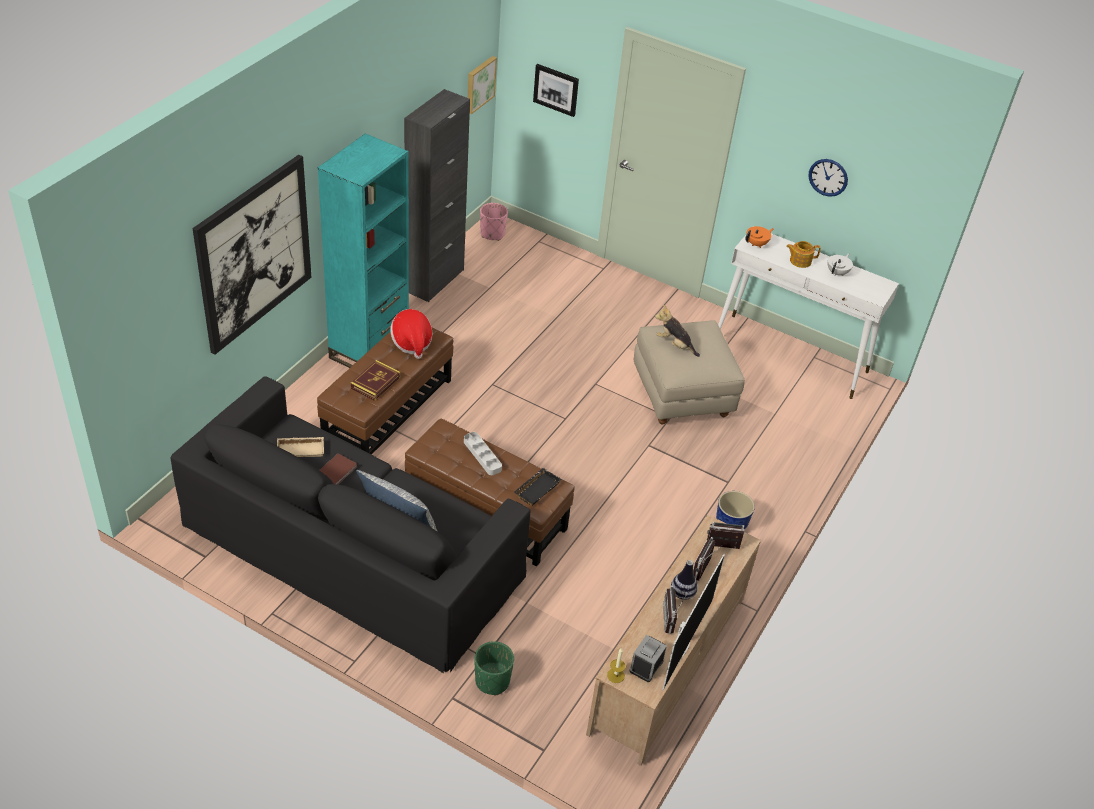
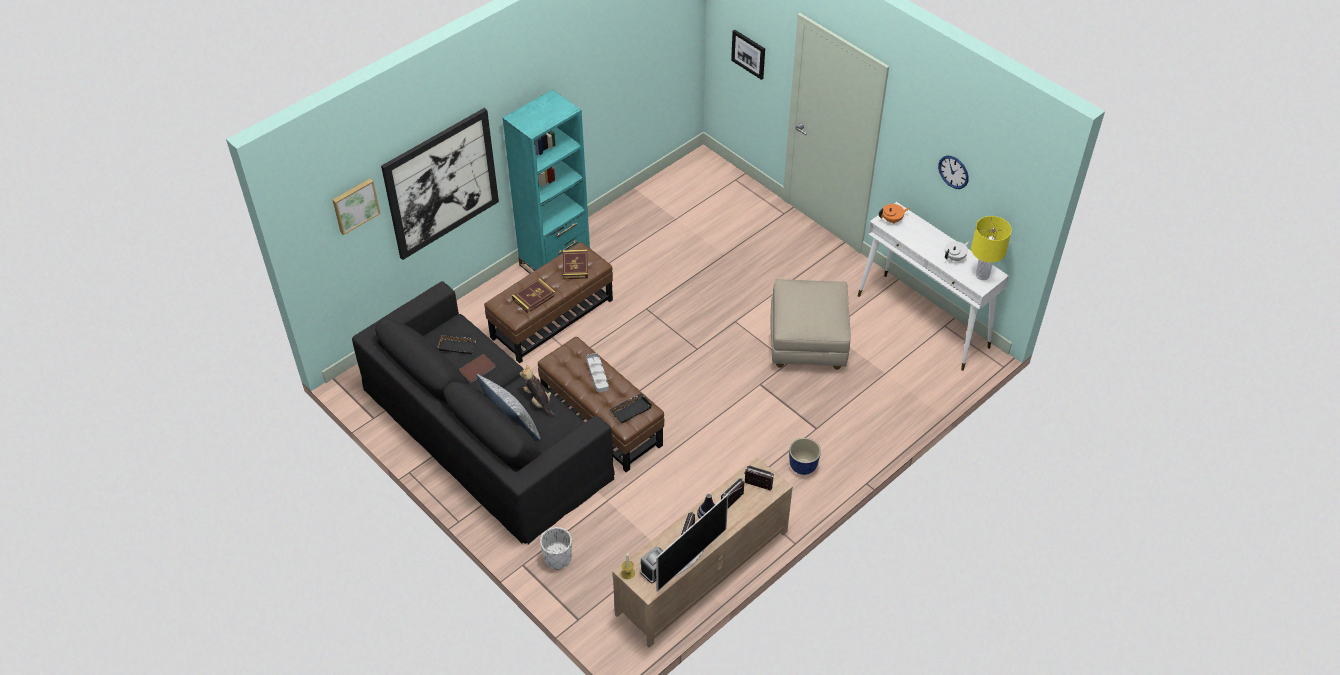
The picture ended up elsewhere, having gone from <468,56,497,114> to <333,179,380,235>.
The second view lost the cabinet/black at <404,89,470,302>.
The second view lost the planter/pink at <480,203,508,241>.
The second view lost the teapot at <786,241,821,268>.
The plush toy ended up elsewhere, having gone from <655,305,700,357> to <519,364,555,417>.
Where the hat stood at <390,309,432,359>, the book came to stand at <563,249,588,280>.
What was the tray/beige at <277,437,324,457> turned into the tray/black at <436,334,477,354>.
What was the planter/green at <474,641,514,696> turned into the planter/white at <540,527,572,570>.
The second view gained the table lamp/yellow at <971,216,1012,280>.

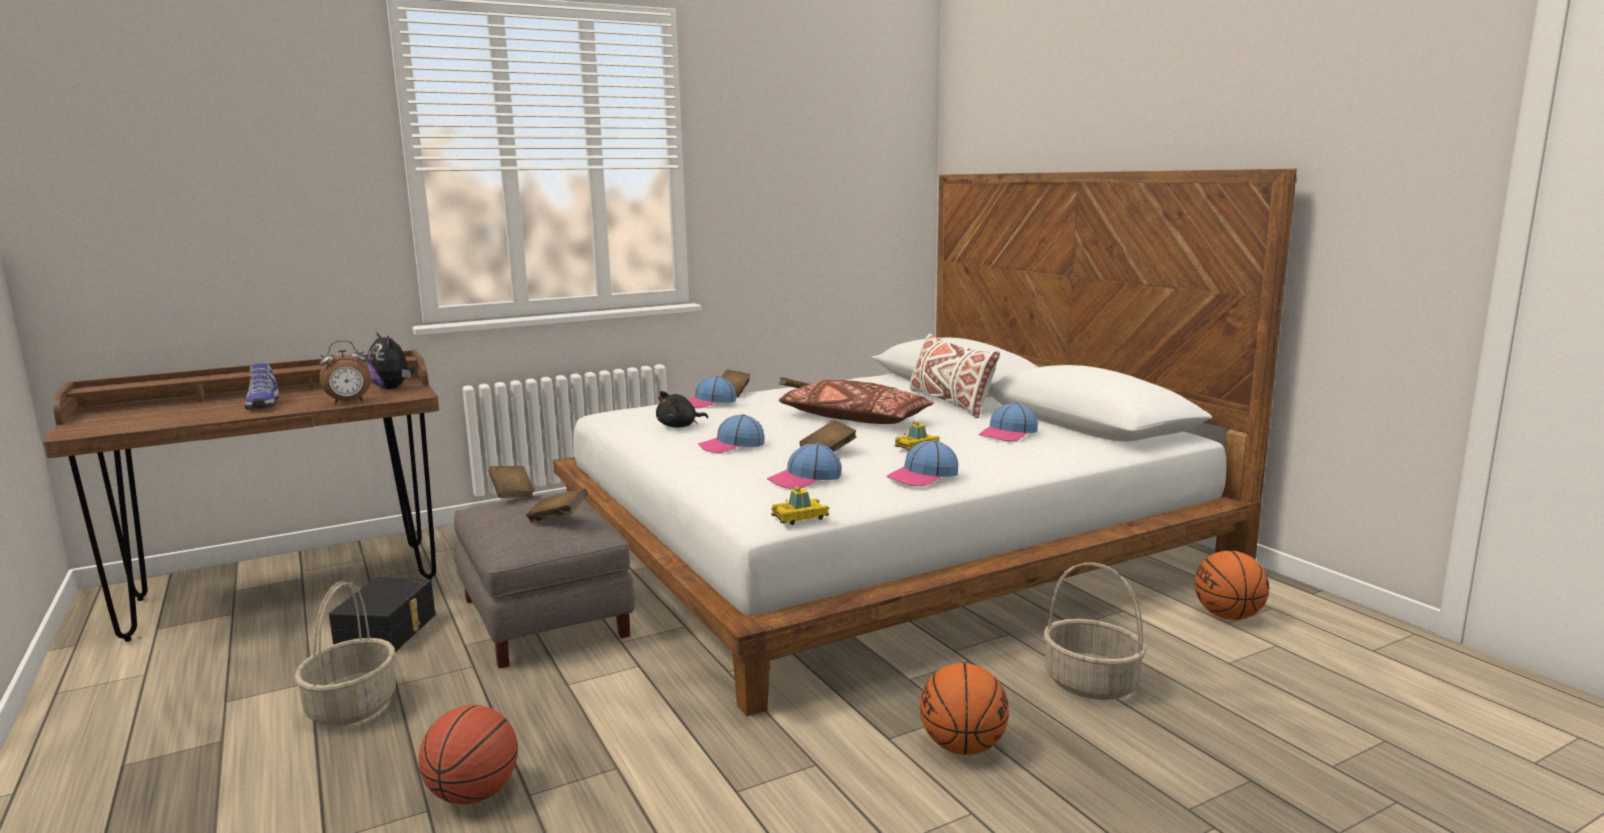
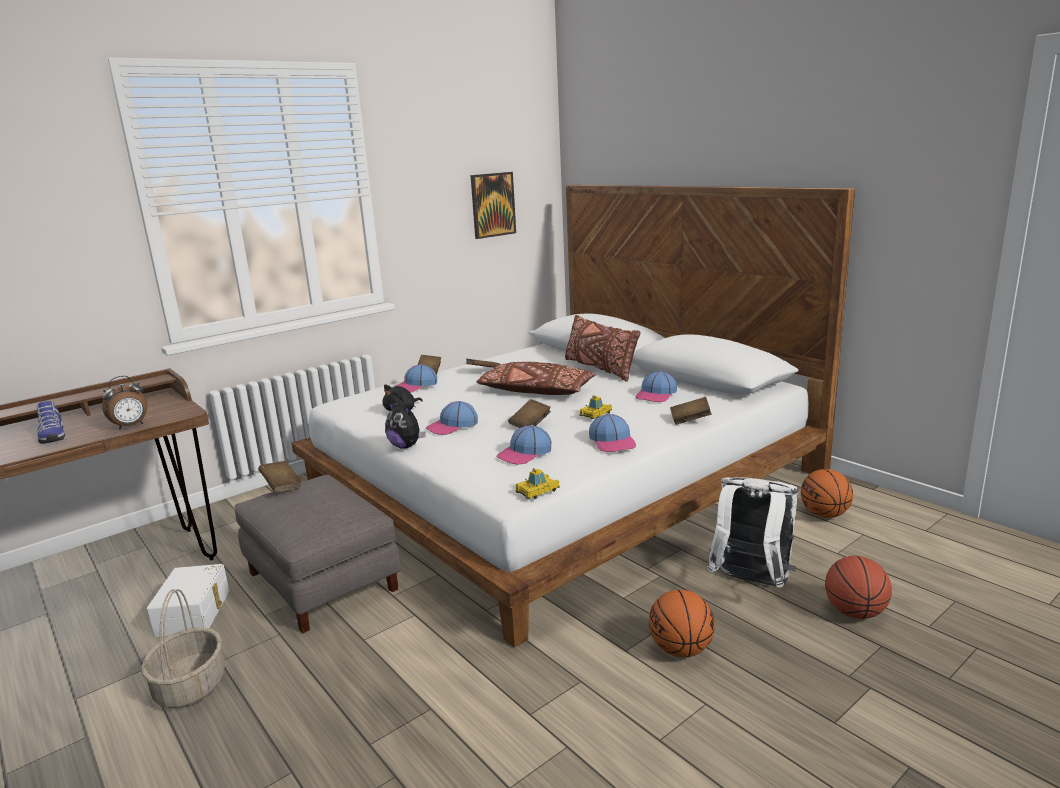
The plush toy ended up elsewhere, having gone from <367,332,415,389> to <385,402,426,449>.
What was the pillow/white at <909,334,1000,418> turned into the pillow/brown at <565,315,641,382>.
The cap at <887,440,958,486> ended up facing another way, 60 degrees counterclockwise from before.
The book/brown ended up elsewhere, having gone from <526,488,588,523> to <670,397,712,425>.
Where the basket stood at <1043,562,1147,700>, the backpack/white came to stand at <707,477,798,587>.
What was the storage box/black at <329,578,435,652> turned into the storage box/white at <147,564,229,637>.
The basketball ended up elsewhere, having gone from <419,705,518,805> to <825,556,892,619>.
The second view gained the picture at <471,172,516,239>.

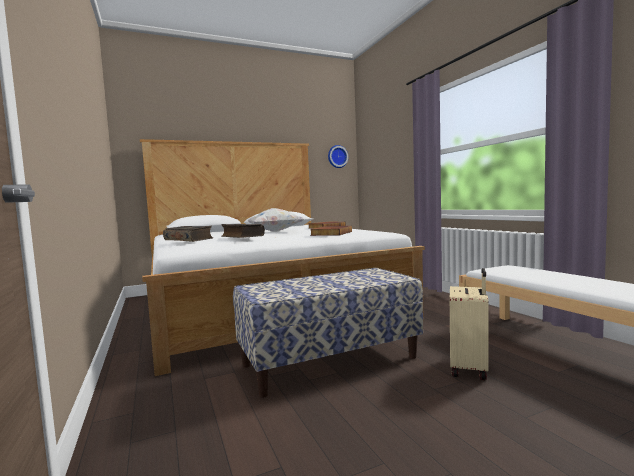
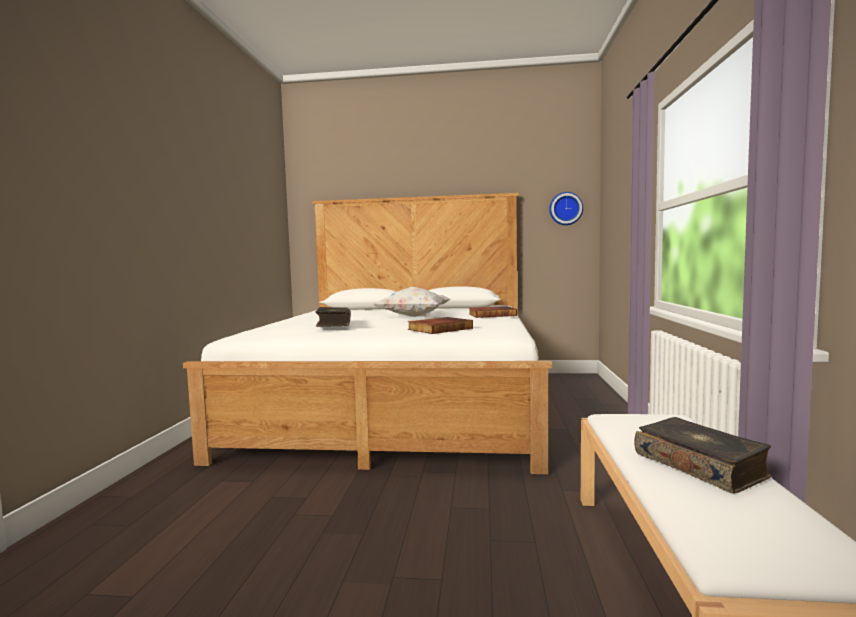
The book ended up elsewhere, having gone from <163,226,213,242> to <635,417,771,494>.
The second view lost the bench at <233,268,423,398>.
The second view lost the suitcase/beige at <450,268,488,380>.

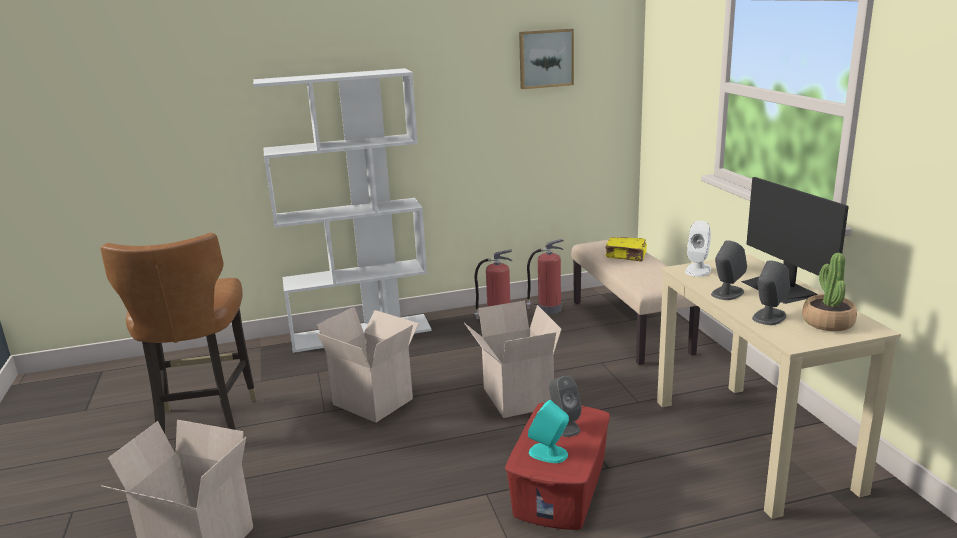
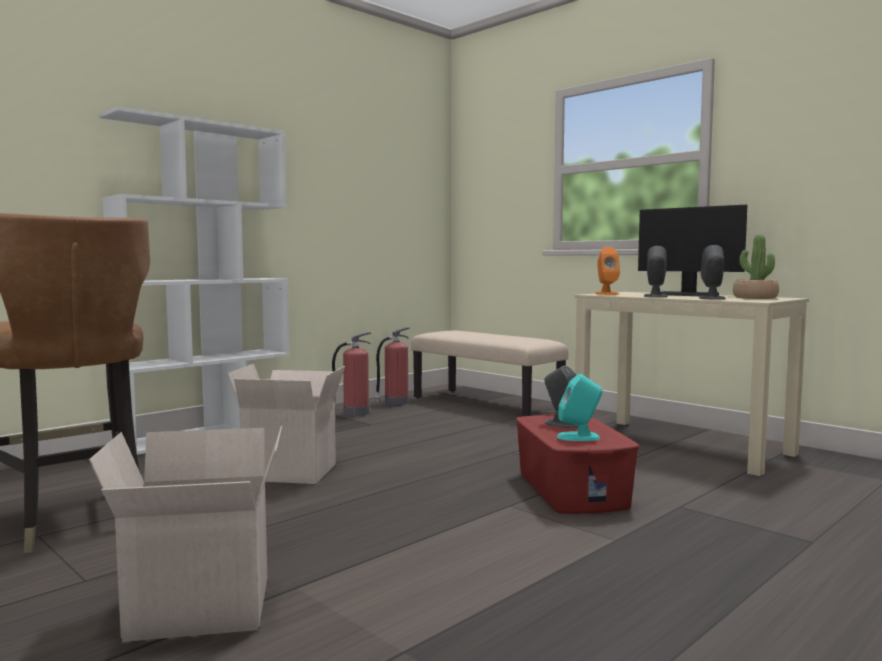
The second view lost the picture at <519,29,574,89>.
What was the speaker/white at <685,221,711,277> turned into the speaker/orange at <595,247,620,295>.
The second view lost the book/yellow at <605,237,647,261>.
The second view lost the cardboard box at <464,300,562,418>.

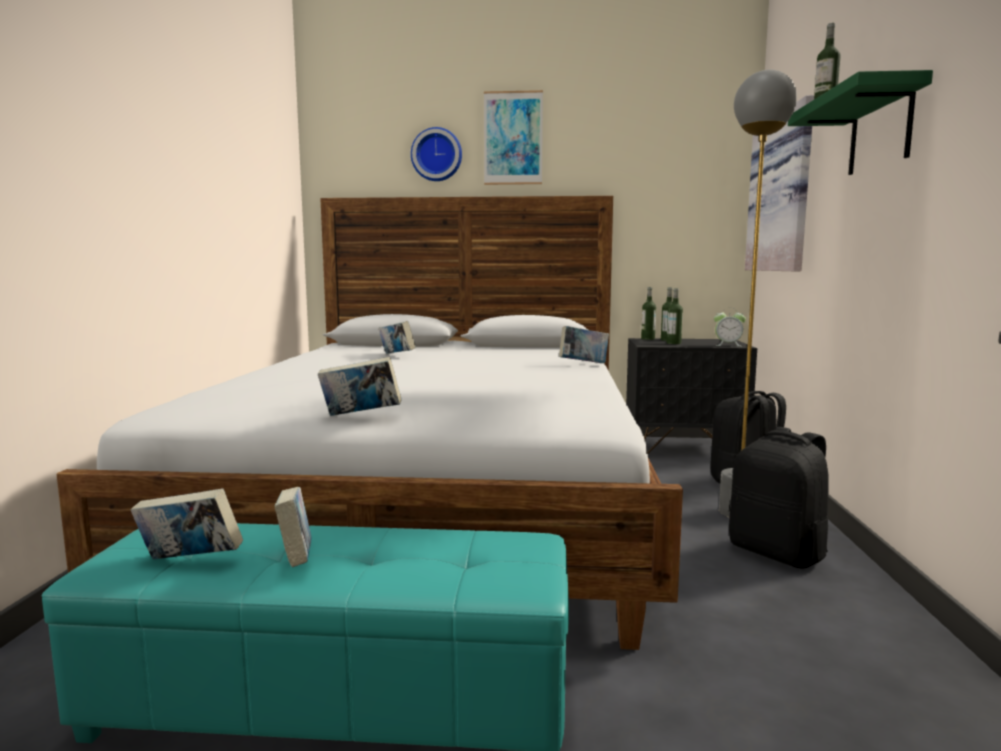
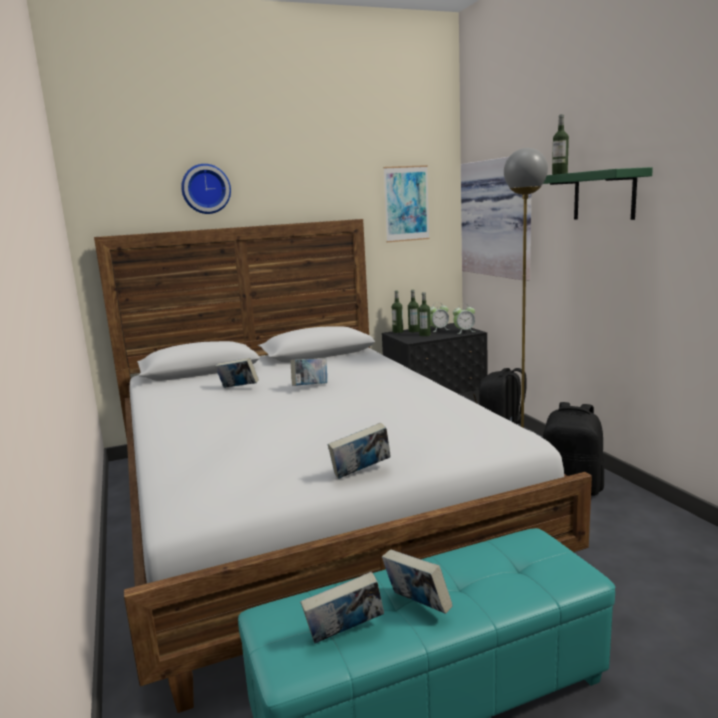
The picture ended up elsewhere, having gone from <484,90,543,185> to <383,165,430,242>.
The book ended up elsewhere, having gone from <559,326,609,363> to <291,358,327,386>.
The second view gained the alarm clock at <430,302,450,332>.

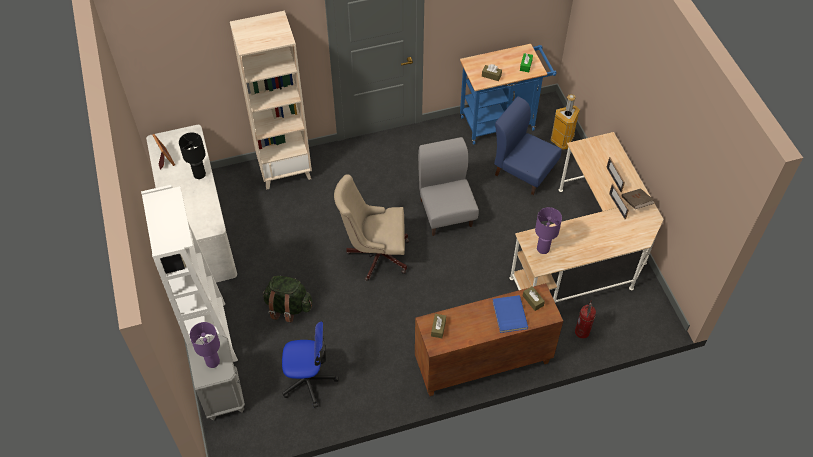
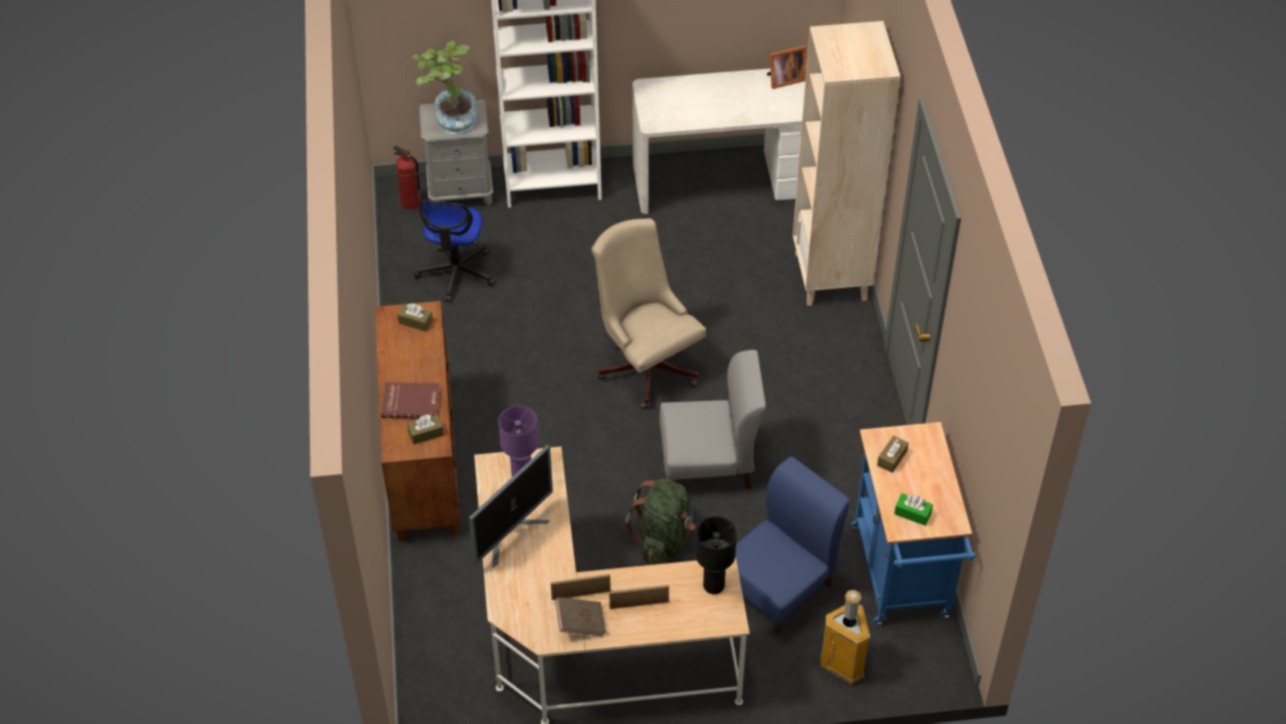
The table lamp/black ended up elsewhere, having gone from <179,132,206,179> to <696,516,737,594>.
The office chair/beige at <334,174,409,281> ended up facing another way, 45 degrees counterclockwise from before.
The backpack/green ended up elsewhere, having gone from <262,276,312,322> to <624,479,695,564>.
What was the book/blue at <493,295,528,333> turned into the book/red at <381,382,441,419>.
The fire extinguisher ended up elsewhere, having gone from <575,301,596,339> to <393,146,421,210>.
Where the table lamp/purple stood at <190,322,220,368>, the potted plant came to stand at <412,40,477,134>.
The second view gained the monitor at <469,445,553,568>.

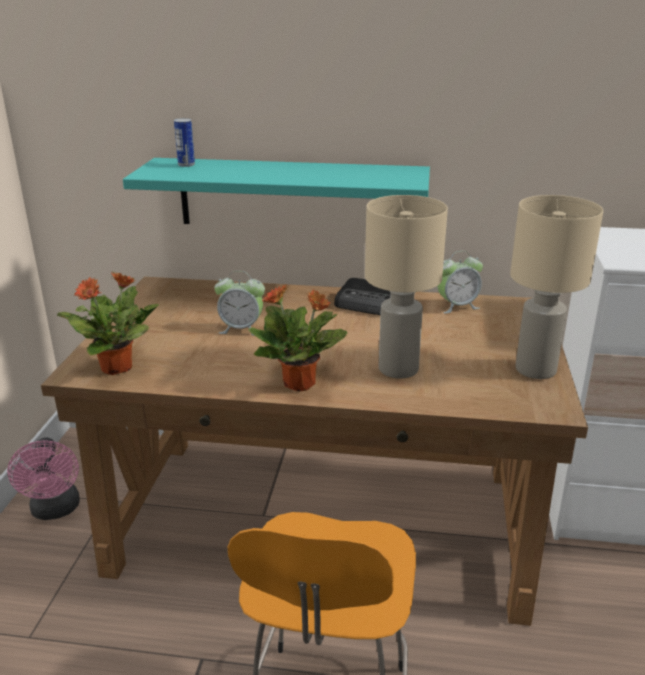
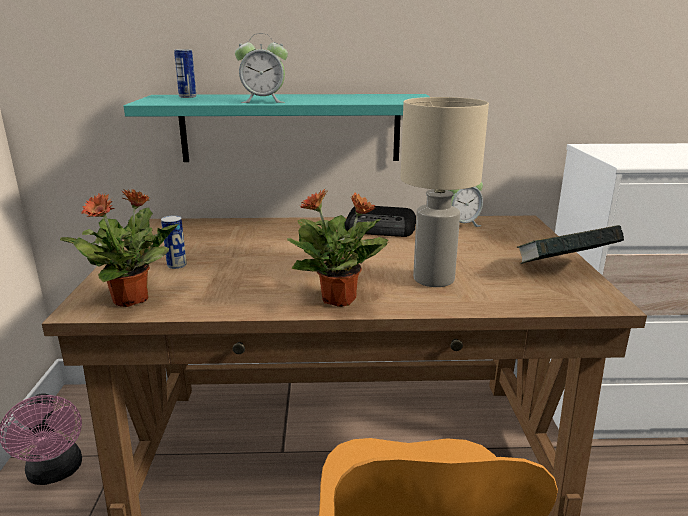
Where the table lamp/beige stood at <510,195,603,379>, the book came to stand at <517,225,624,264>.
The alarm clock ended up elsewhere, having gone from <214,271,265,336> to <235,34,288,103>.
The second view gained the can at <161,215,187,269>.

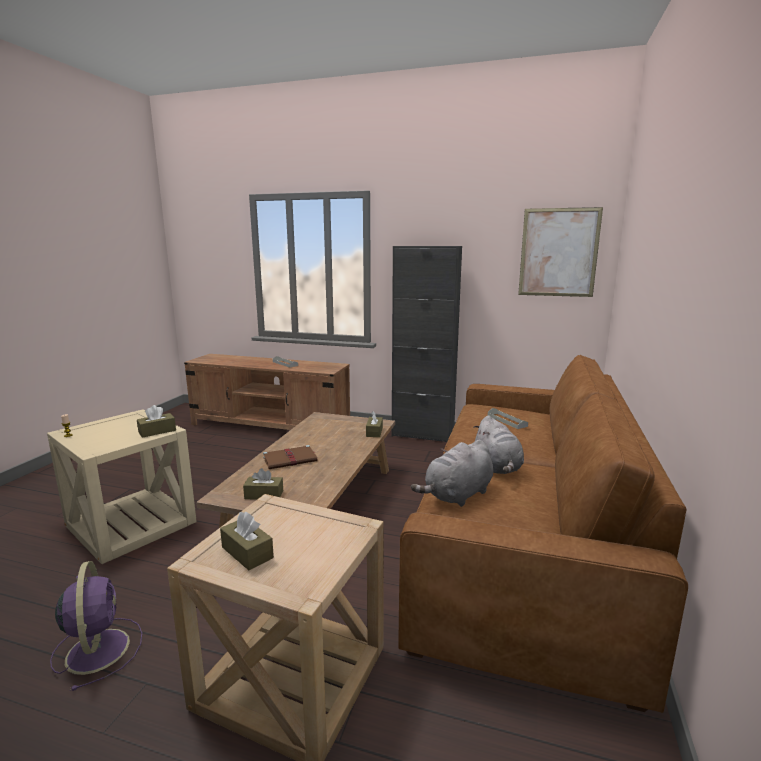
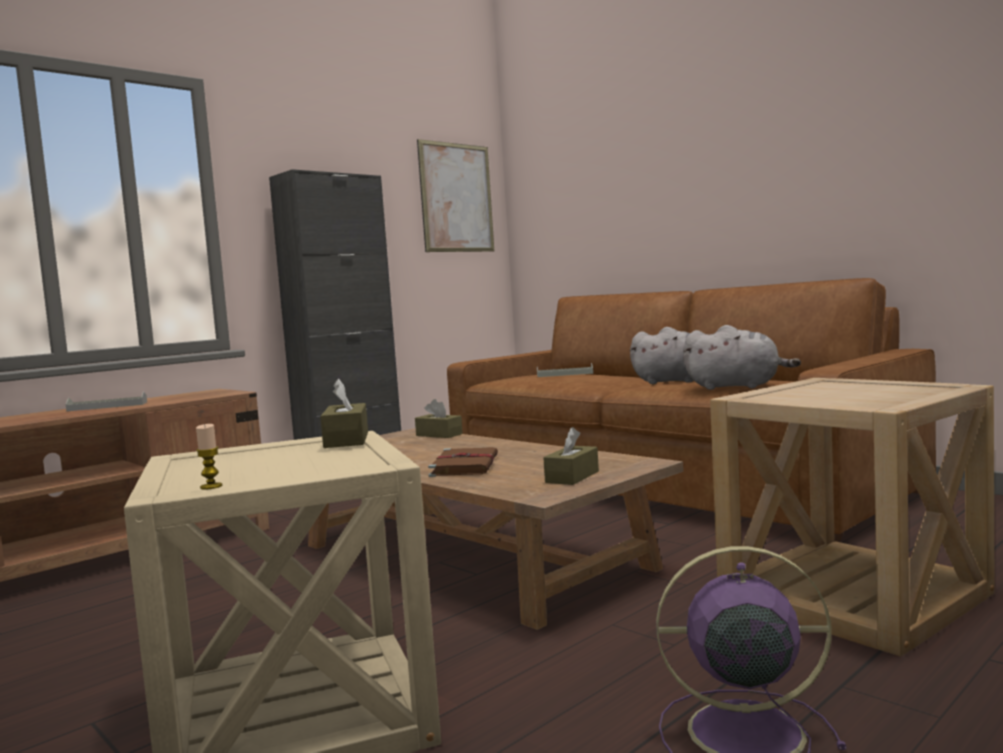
The plush toy/grey at <411,440,493,507> ended up facing another way, 60 degrees counterclockwise from before.
The second view lost the tissue box/brown at <220,512,274,570>.

